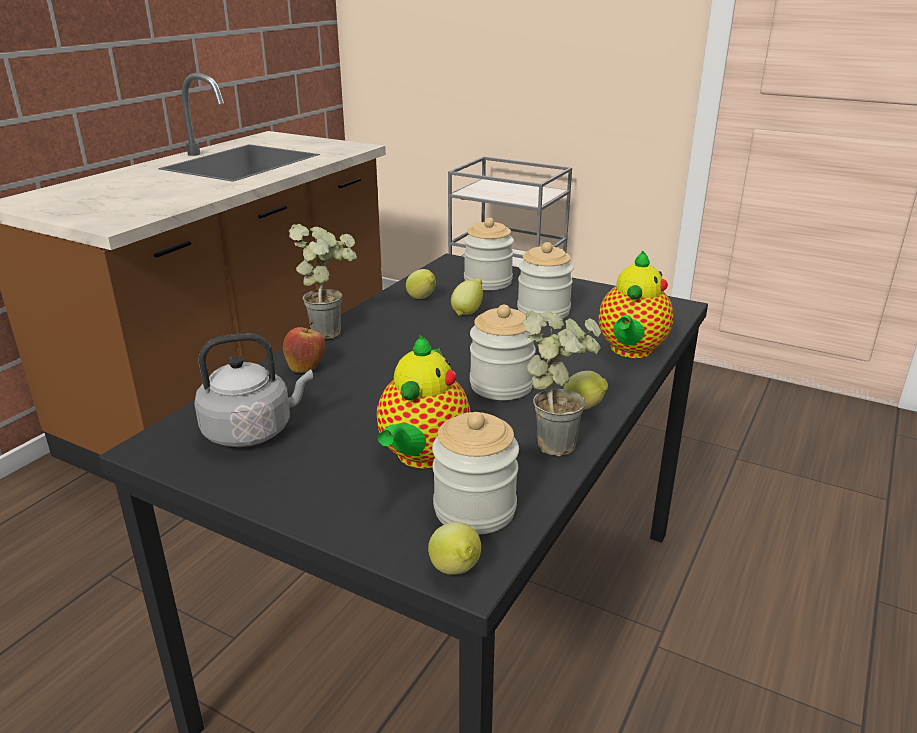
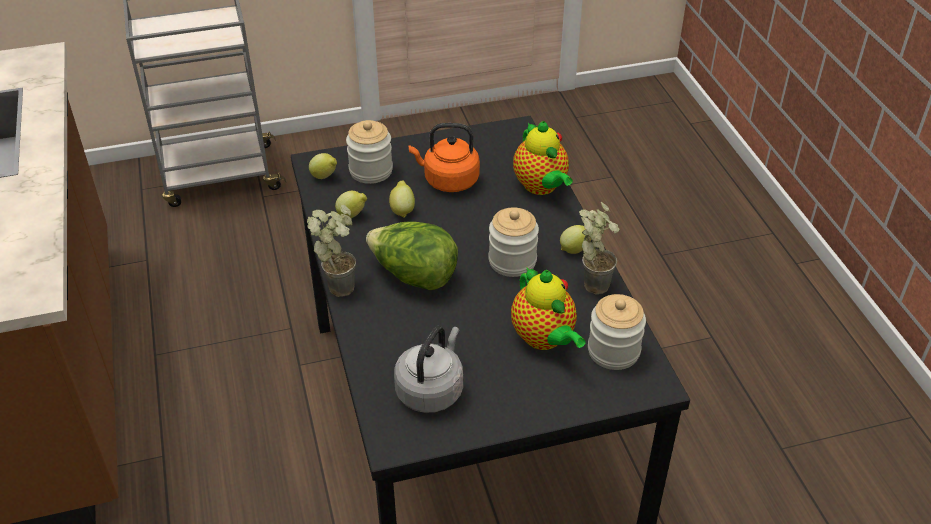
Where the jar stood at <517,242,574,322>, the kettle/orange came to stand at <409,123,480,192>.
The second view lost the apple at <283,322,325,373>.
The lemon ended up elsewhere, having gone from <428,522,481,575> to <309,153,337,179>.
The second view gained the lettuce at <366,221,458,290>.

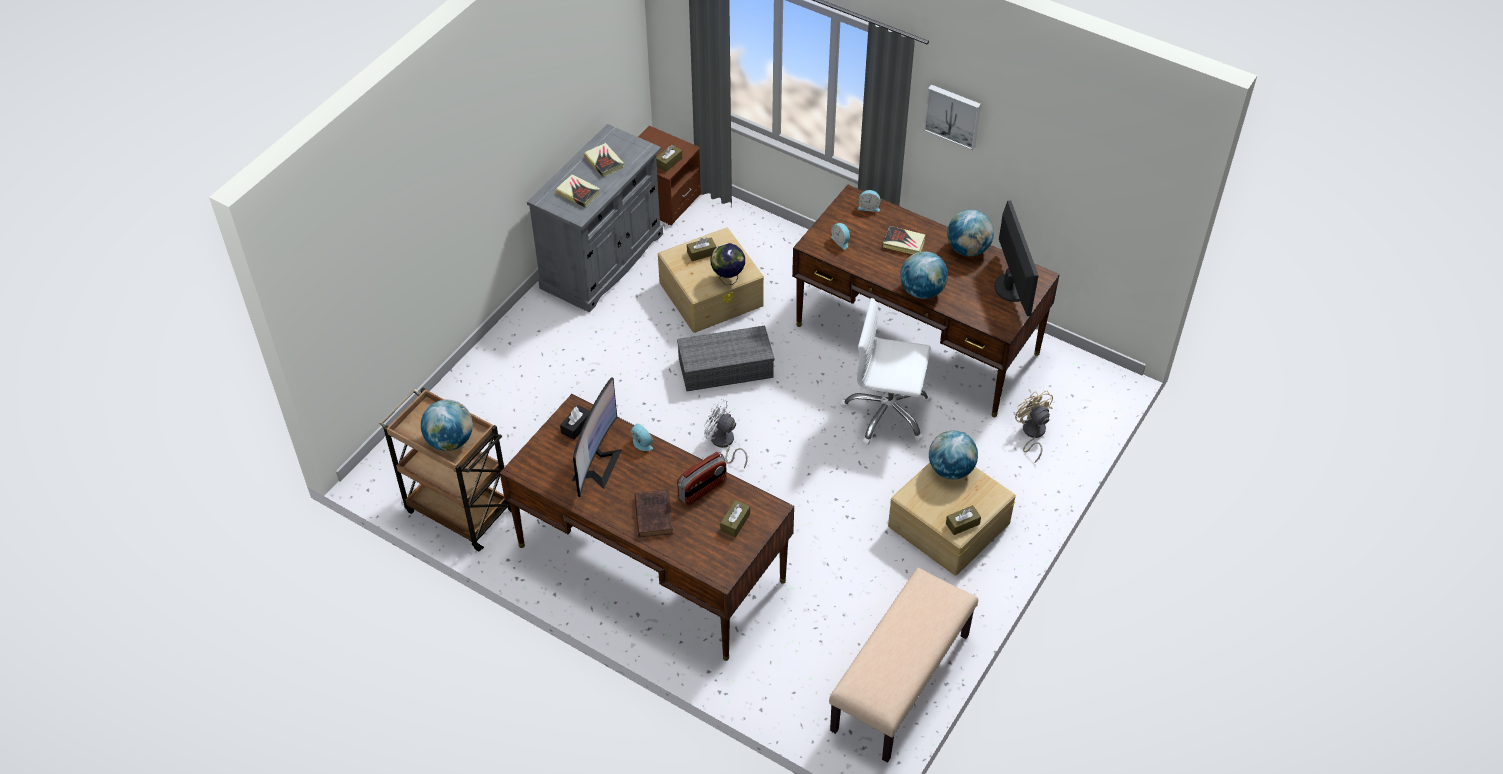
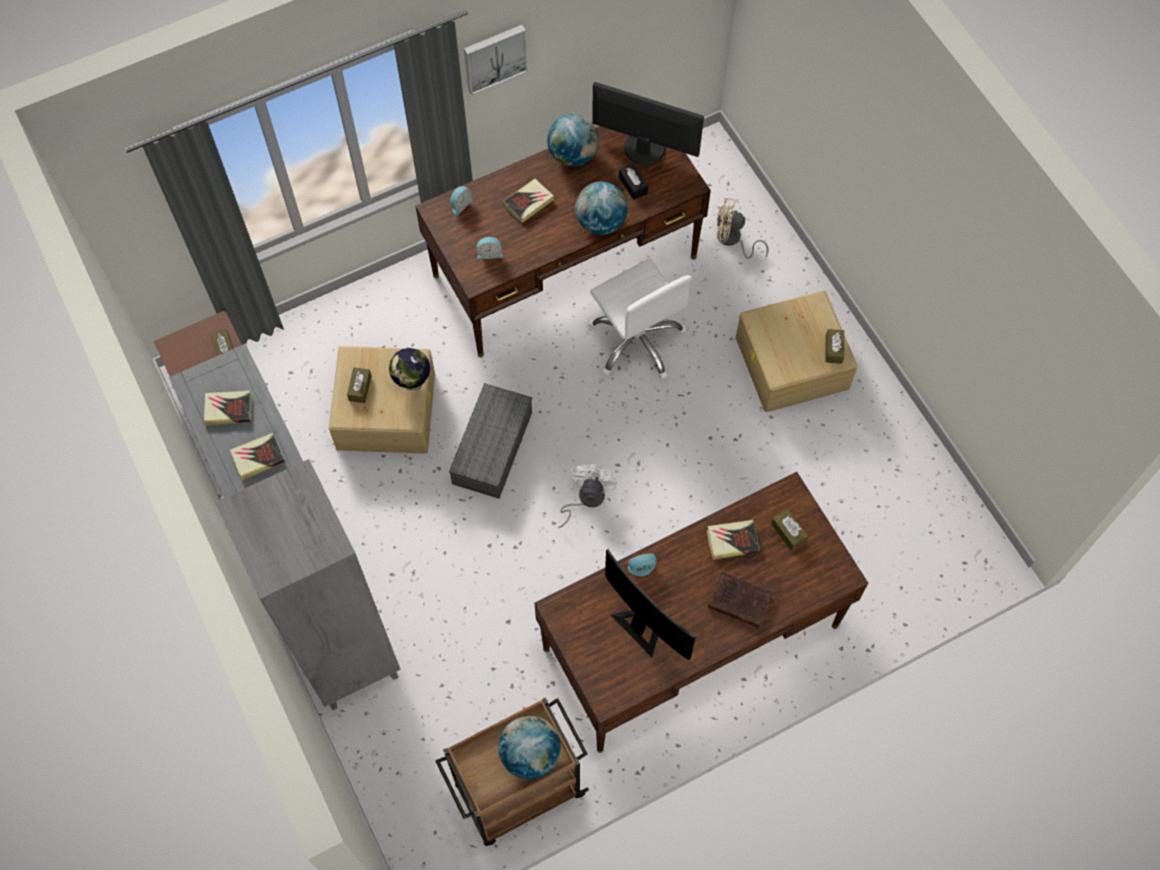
The office chair/white at <840,298,932,445> ended up facing another way, 75 degrees counterclockwise from before.
The fan/white at <704,398,748,468> ended up facing another way, 135 degrees clockwise from before.
The tissue box/black ended up elsewhere, having gone from <560,405,590,440> to <619,163,648,200>.
The second view lost the globe at <929,430,978,479>.
Where the radio stood at <677,452,727,506>, the book came to stand at <707,520,760,560>.
The second view lost the bench/beige at <829,568,978,763>.
The second view gained the bookcase/grey at <215,459,400,710>.

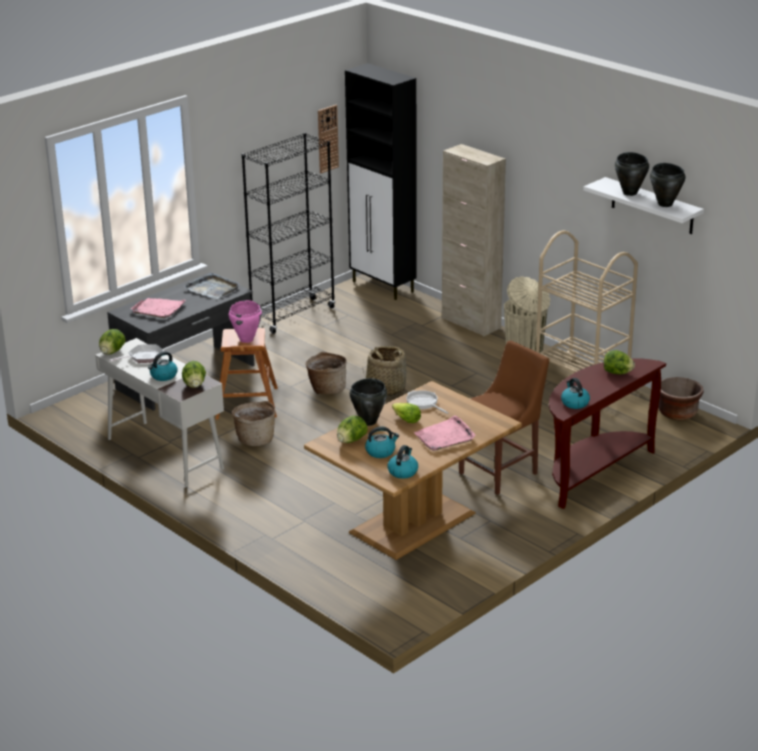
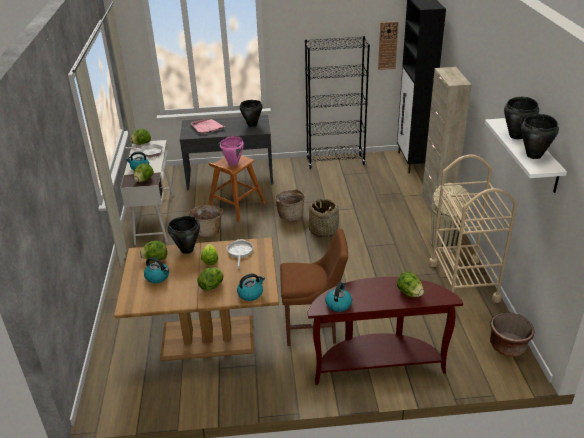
Where the tray/grey stood at <183,273,239,299>, the cooking pot/black came to stand at <240,100,262,127>.
Where the tray/pink stood at <414,415,475,451>, the lettuce came to stand at <197,267,223,291>.
The kettle ended up elsewhere, having gone from <388,445,418,479> to <237,274,265,301>.

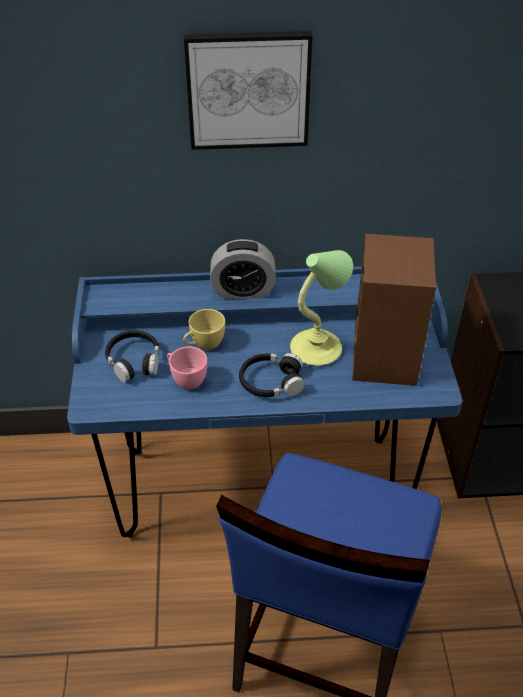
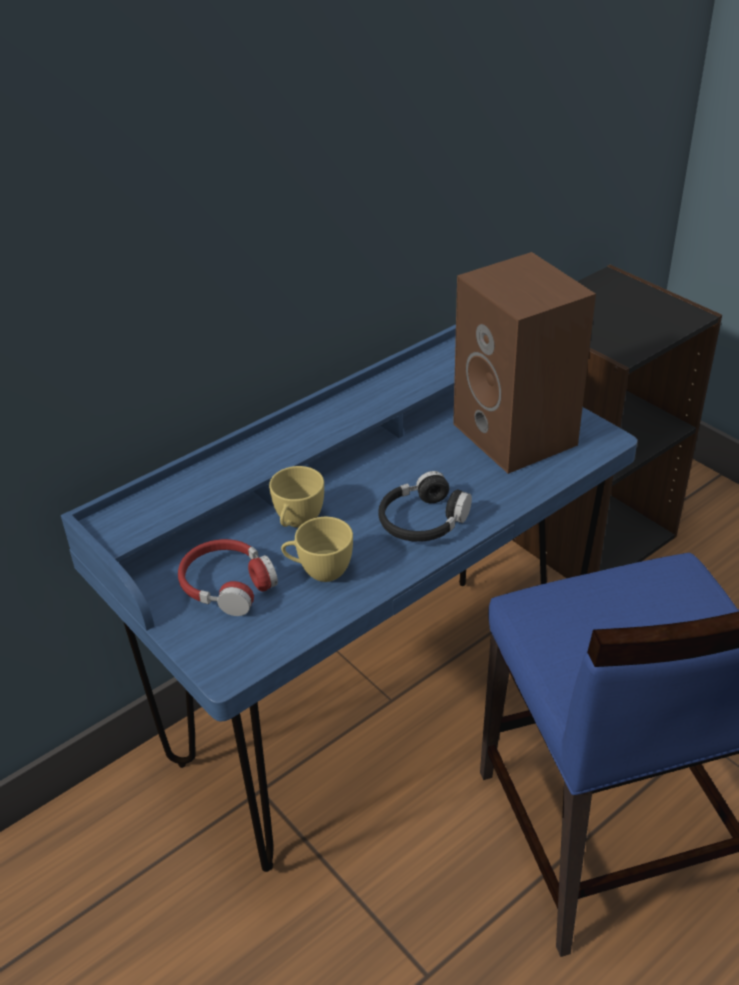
The second view lost the picture at <184,31,312,150>.
The second view lost the alarm clock at <210,239,276,299>.
The second view lost the table lamp at <290,250,353,366>.
What was the headphones/black at <105,330,159,382> turned into the headphones/red at <178,539,278,616>.
What was the cup/pink at <167,347,207,390> turned into the cup/yellow at <281,517,353,582>.

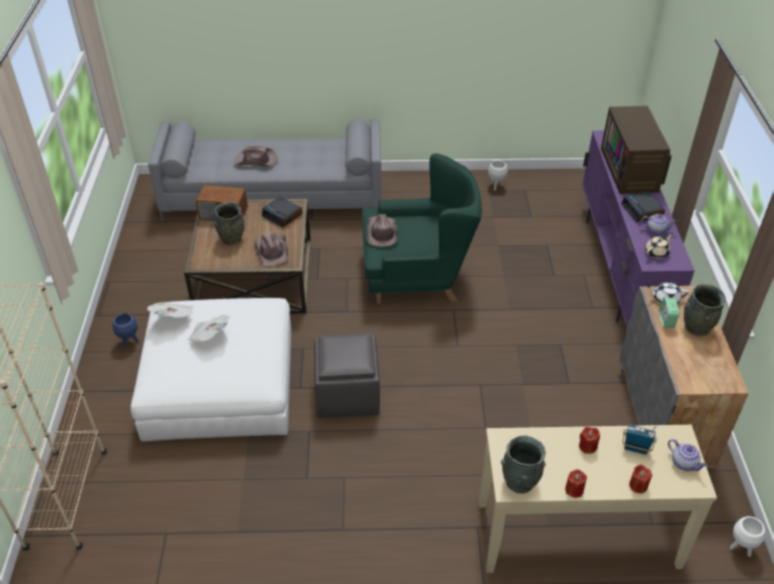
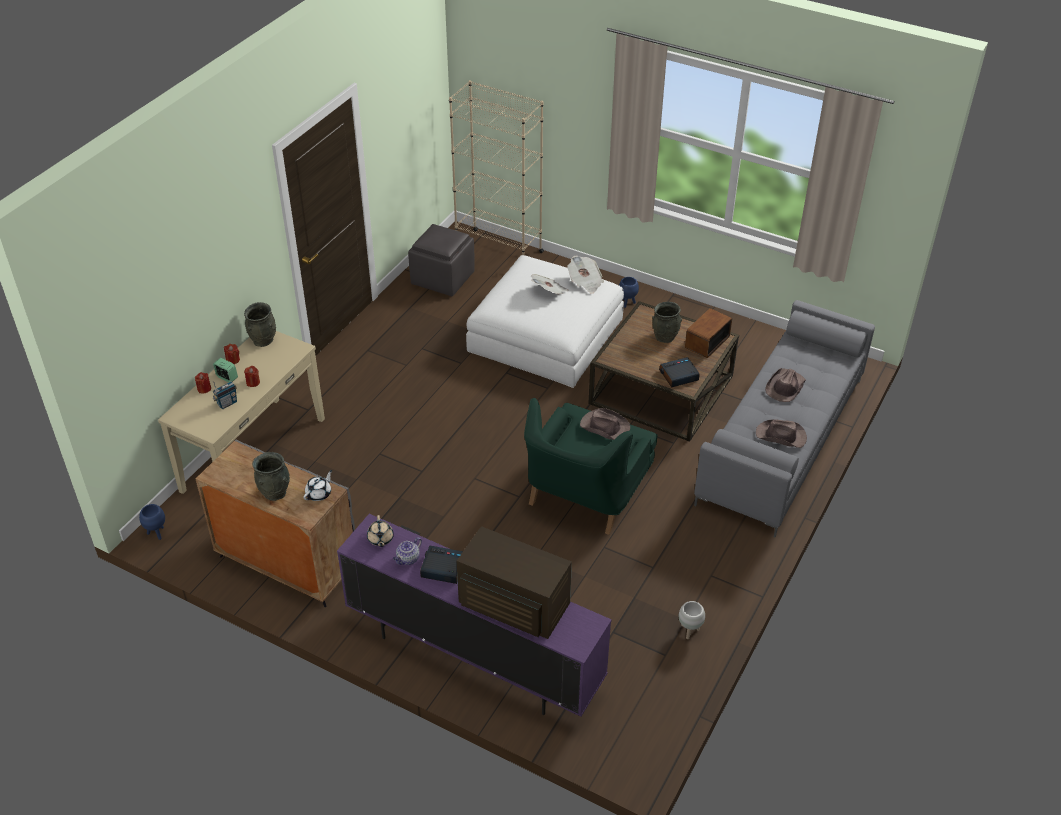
The hat/brown ended up elsewhere, having gone from <254,232,288,266> to <756,420,807,448>.
The alarm clock ended up elsewhere, having gone from <659,298,679,328> to <213,358,238,382>.
The ottoman/grey ended up elsewhere, having gone from <314,333,380,418> to <408,224,475,296>.
The second view lost the teapot at <668,439,708,471>.
What was the planter/white at <730,516,765,557> turned into the planter/blue at <139,504,165,540>.

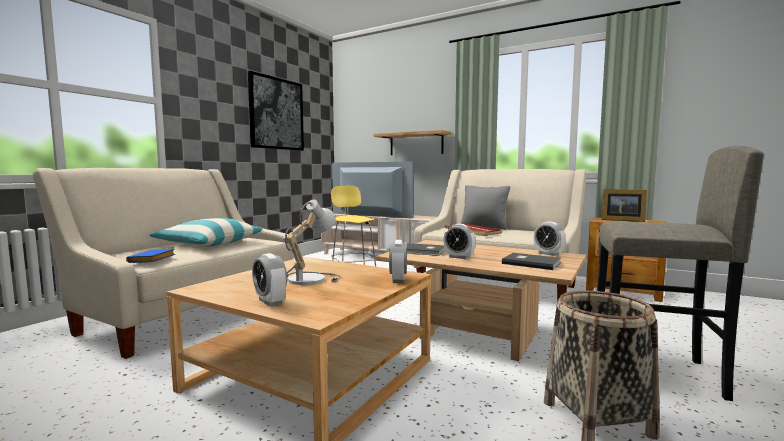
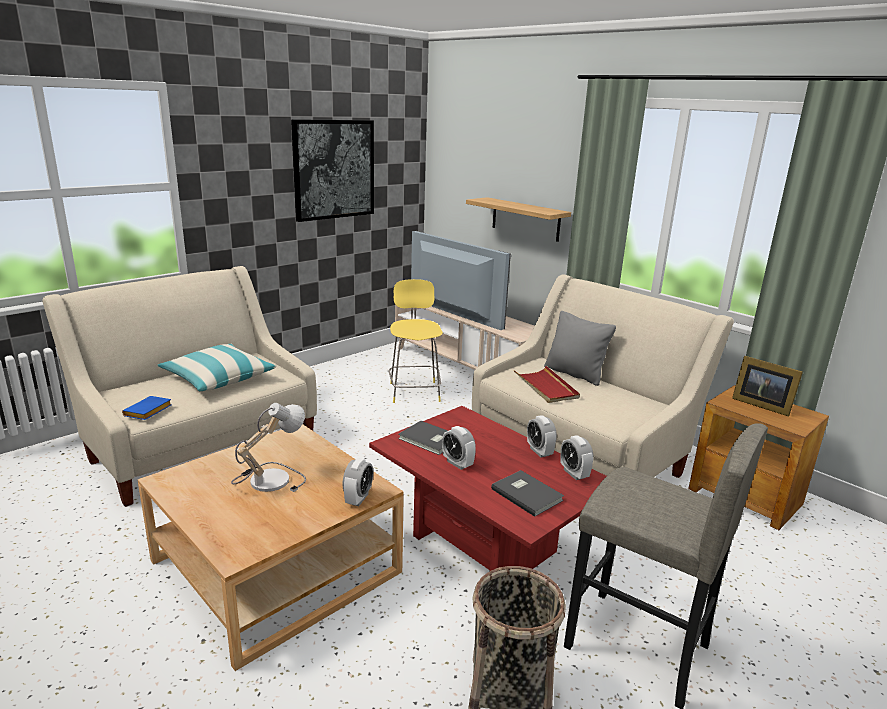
What was the coffee table/beige at <376,240,586,361> turned into the coffee table/red at <369,406,607,571>.
The alarm clock ended up elsewhere, having gone from <252,253,287,306> to <527,415,557,457>.

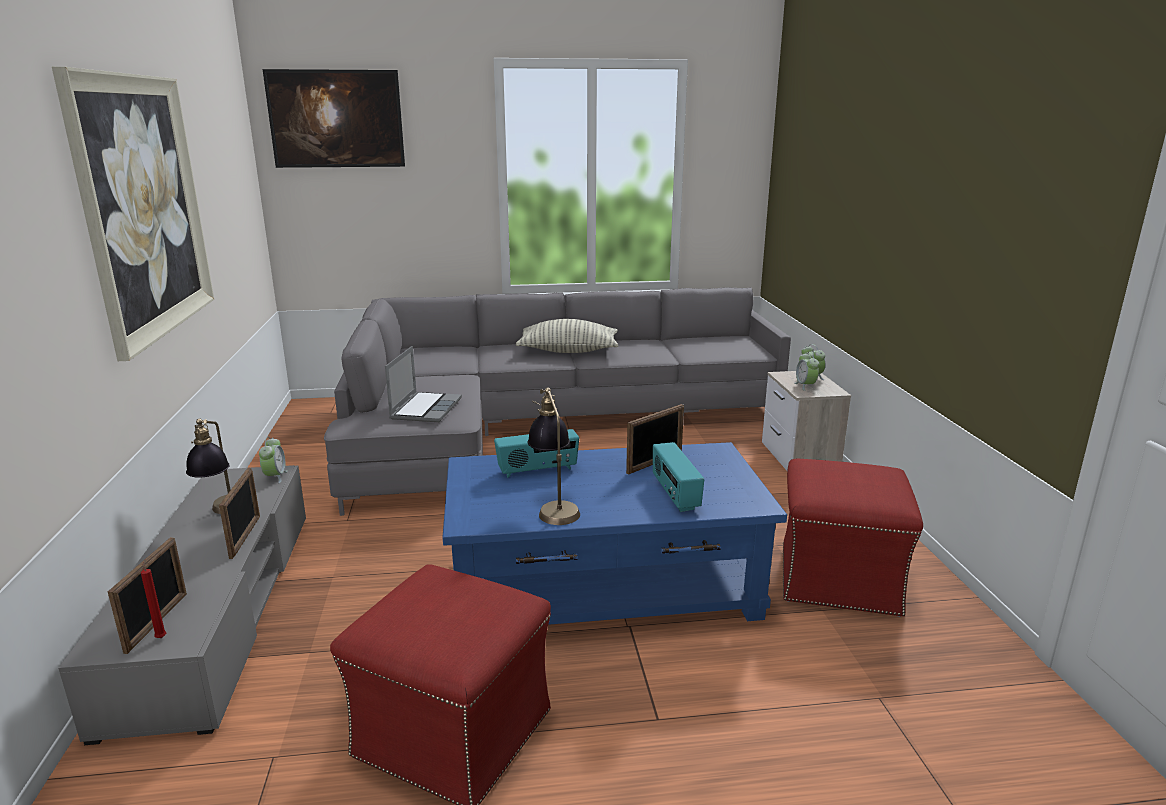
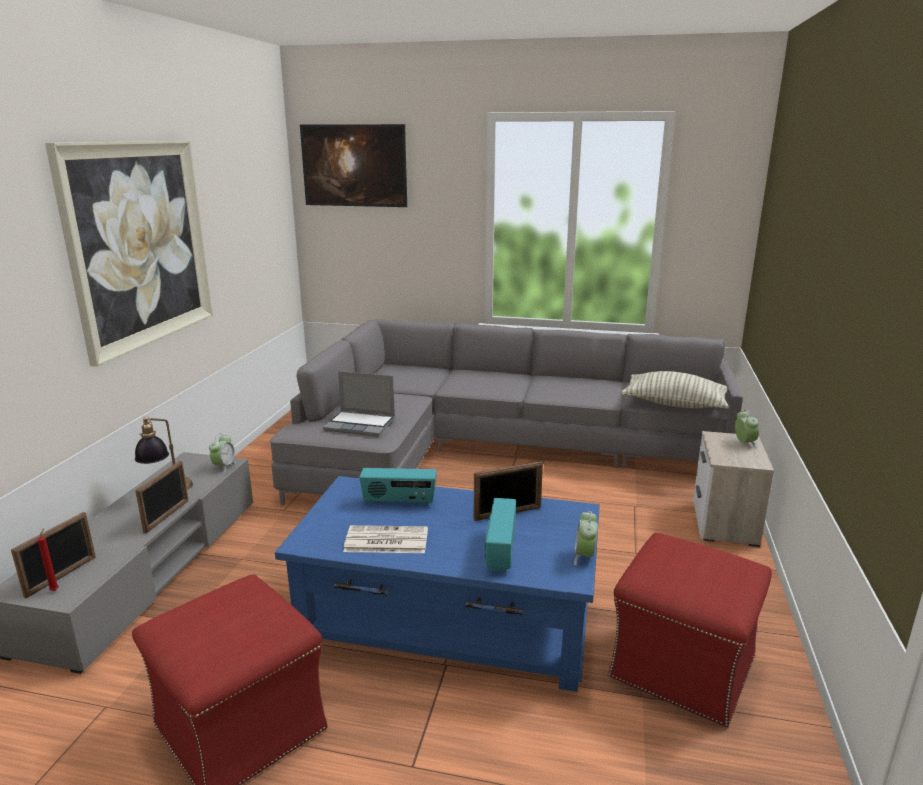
The pillow ended up elsewhere, having gone from <515,319,618,353> to <621,371,729,409>.
The laptop at <385,346,462,422> ended up facing another way, 75 degrees clockwise from before.
The alarm clock ended up elsewhere, having gone from <794,351,819,391> to <574,511,598,565>.
Where the table lamp stood at <528,388,580,525>, the newspaper came to stand at <343,525,428,553>.

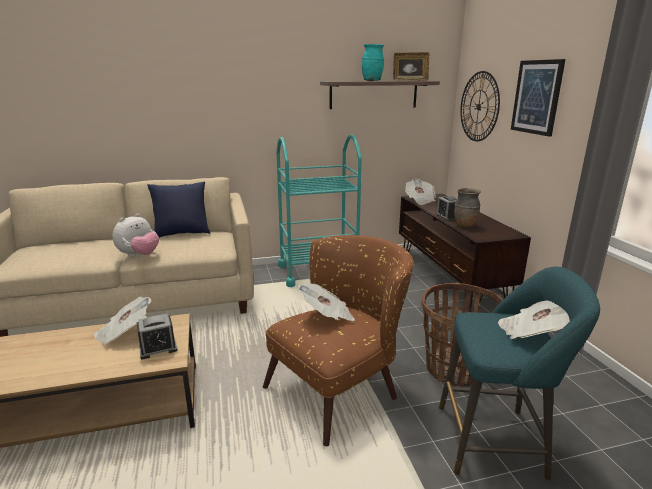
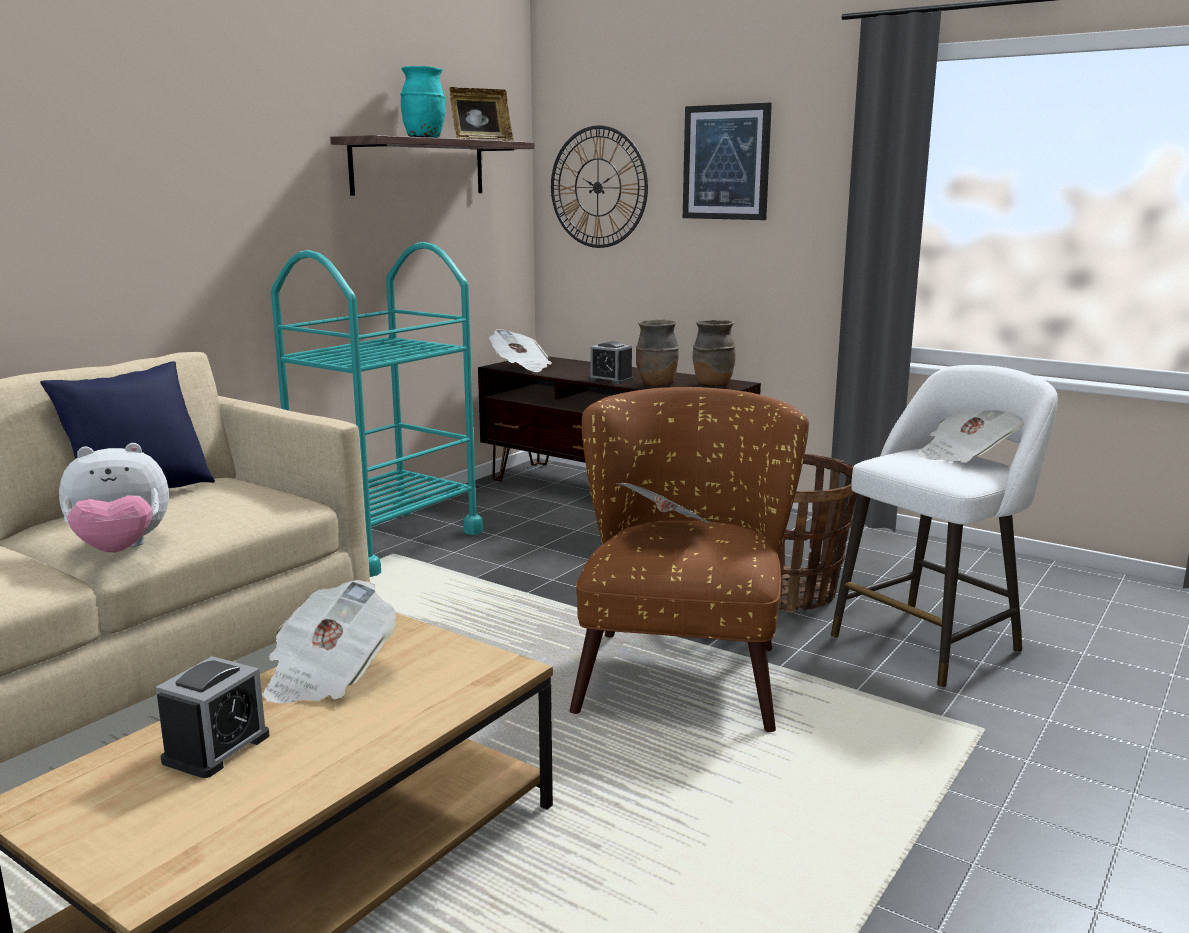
The plush toy at <112,214,159,257> ended up facing another way, 75 degrees clockwise from before.
What was the stool/turquoise at <439,267,600,481> turned into the stool/white at <831,365,1058,688>.
The alarm clock ended up elsewhere, having gone from <137,313,177,359> to <156,656,269,778>.
The second view gained the vase/brown at <693,320,735,387>.

